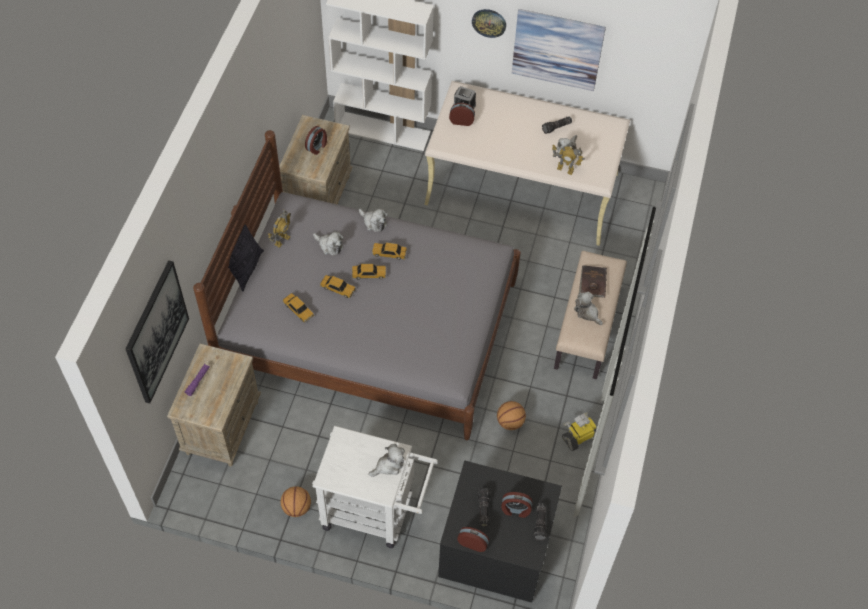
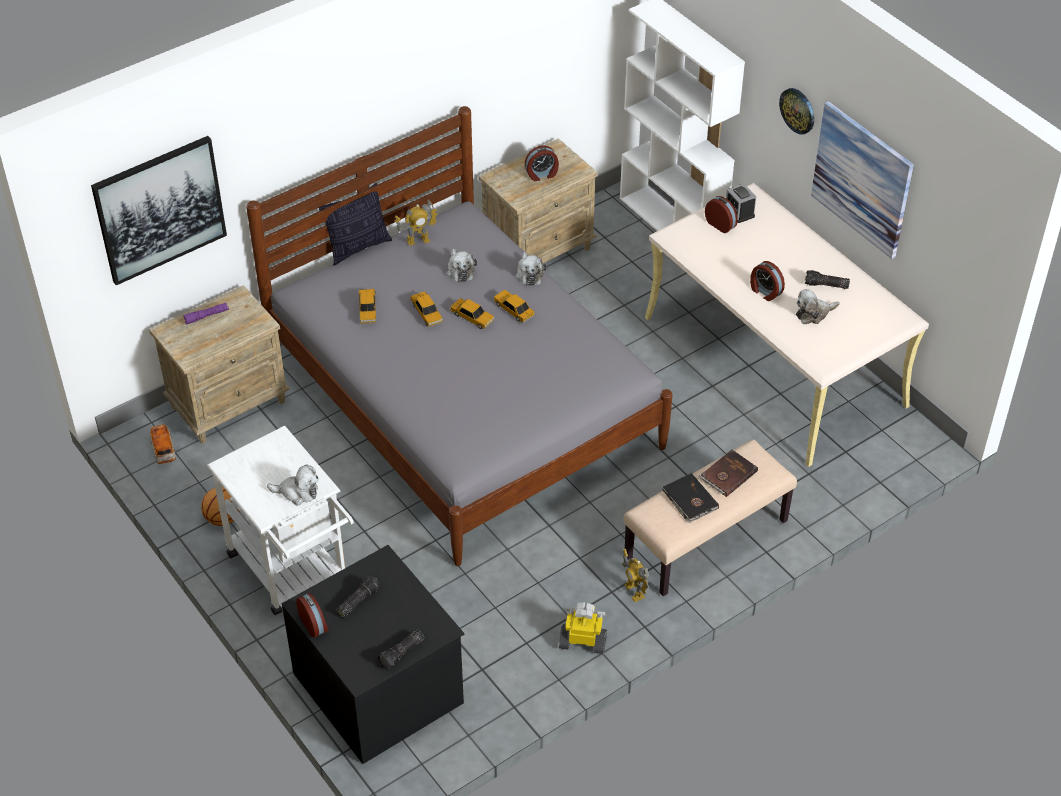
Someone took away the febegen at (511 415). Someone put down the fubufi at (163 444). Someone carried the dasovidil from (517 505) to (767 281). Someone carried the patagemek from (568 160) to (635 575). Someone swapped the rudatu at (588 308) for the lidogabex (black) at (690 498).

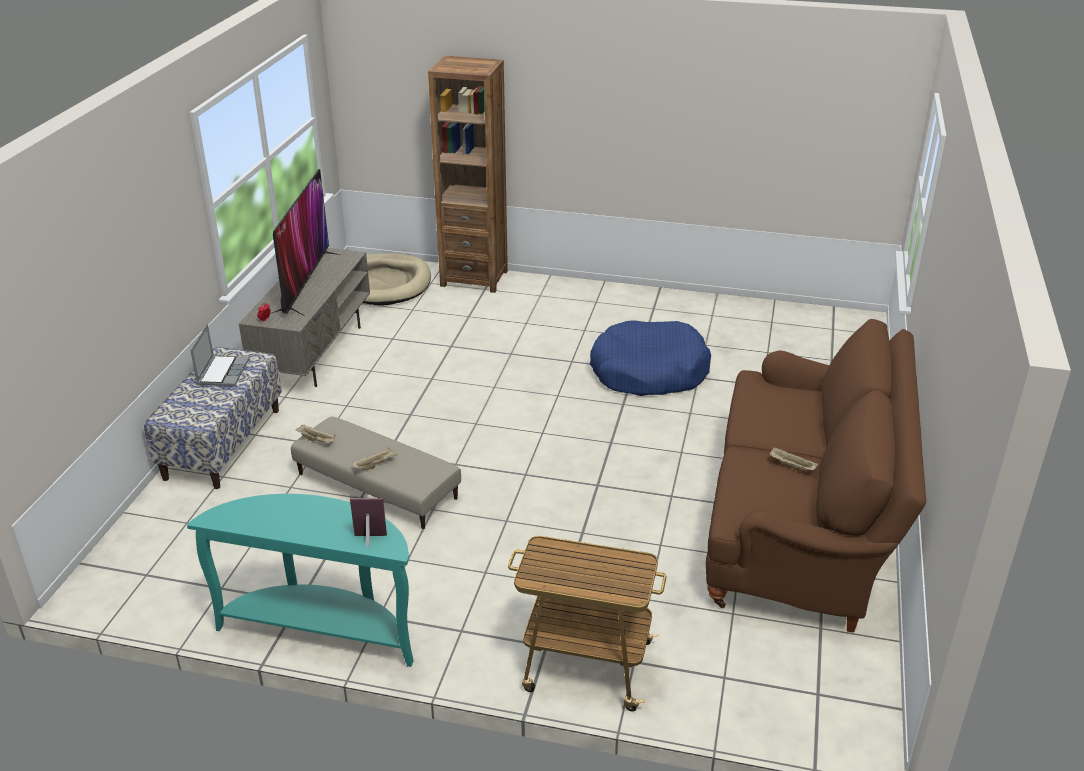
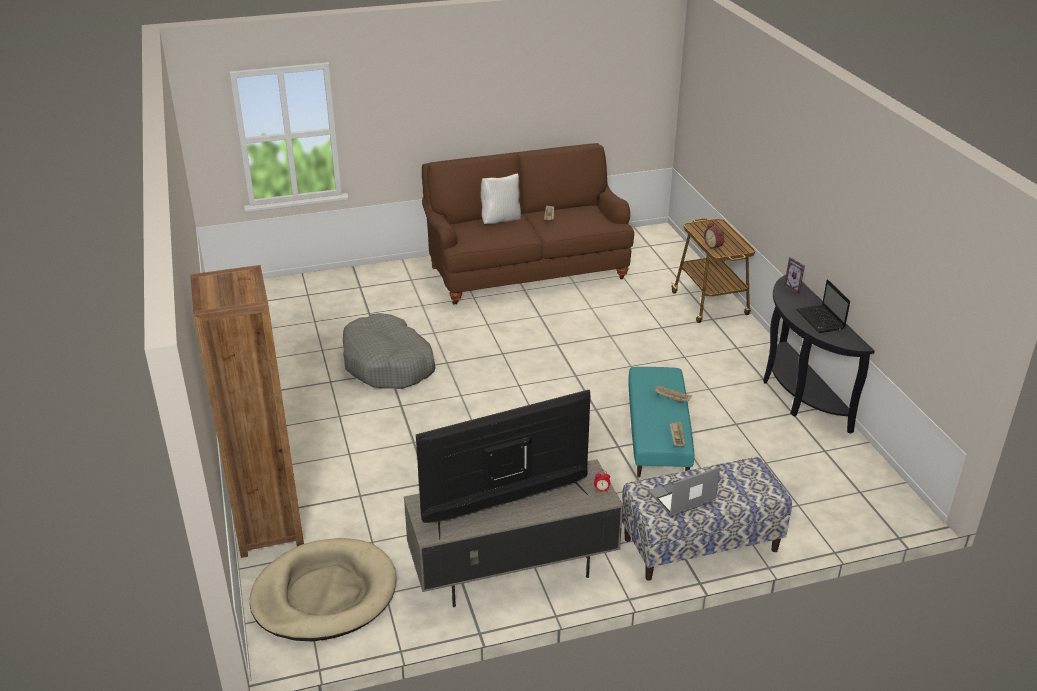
Someone put down the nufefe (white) at (501 199). Someone put down the dasovidil at (714 236). Someone put down the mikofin at (823 306). Someone repainted the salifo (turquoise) at (300 580), which became the salifo (black) at (819 354). Someone repainted the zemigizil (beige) at (376 473), which became the zemigizil (turquoise) at (661 422). Someone repainted the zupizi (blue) at (650 358), which became the zupizi (grey) at (389 351).

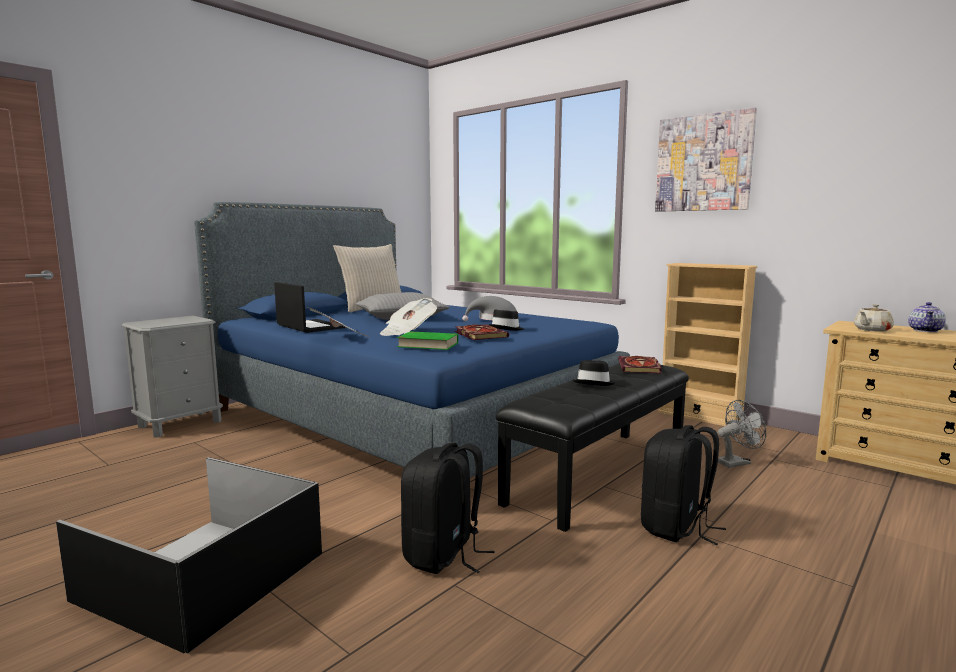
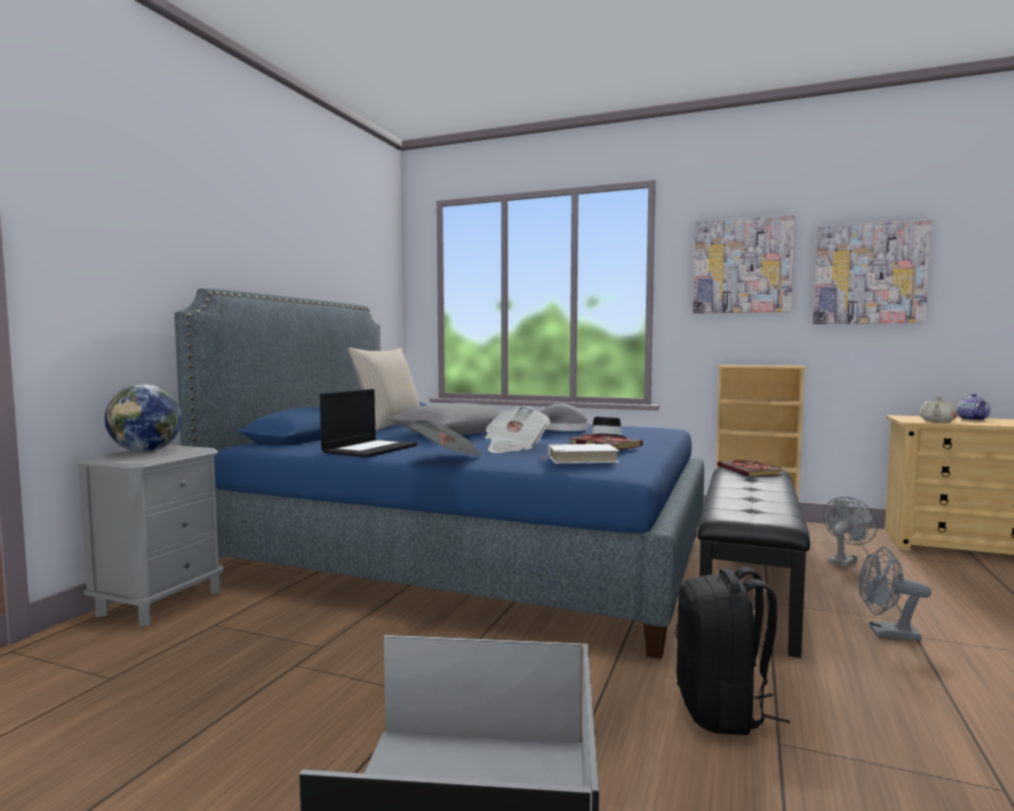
Someone took away the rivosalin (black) at (593 373). Someone put down the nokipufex at (143 418). Someone put up the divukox at (872 271). Someone swapped the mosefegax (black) at (683 485) for the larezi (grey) at (895 594). Someone repainted the lidogabex (green) at (427 340), which became the lidogabex (white) at (579 453). Someone rotated the mikofin at (310 307) by 90 degrees clockwise.

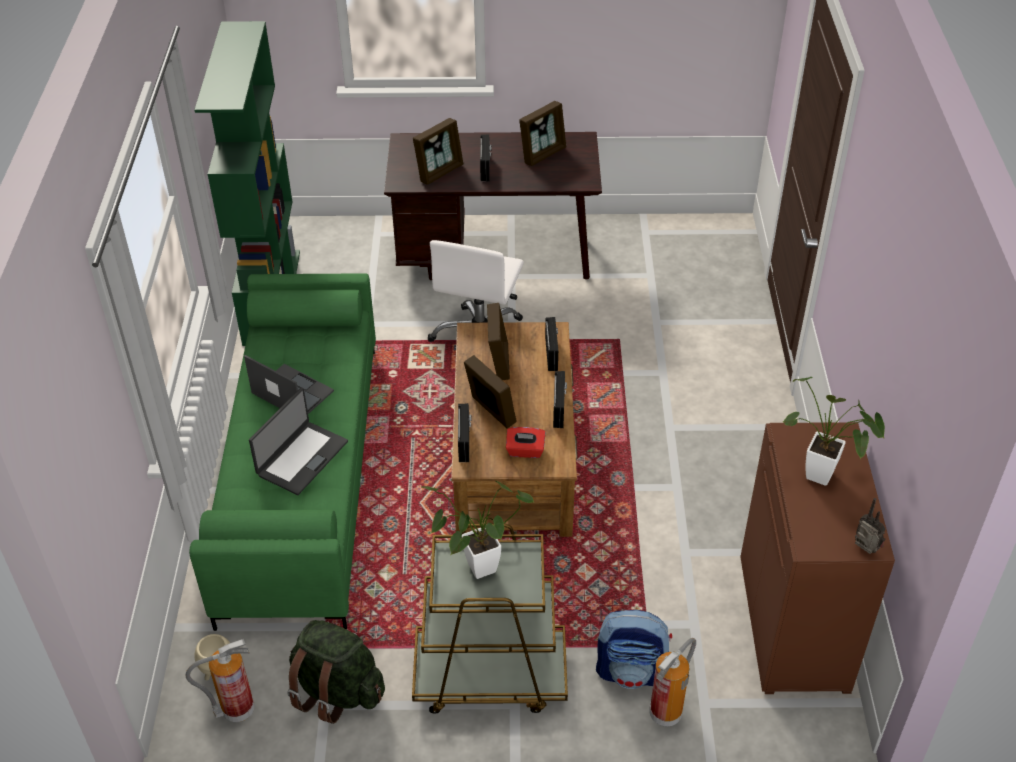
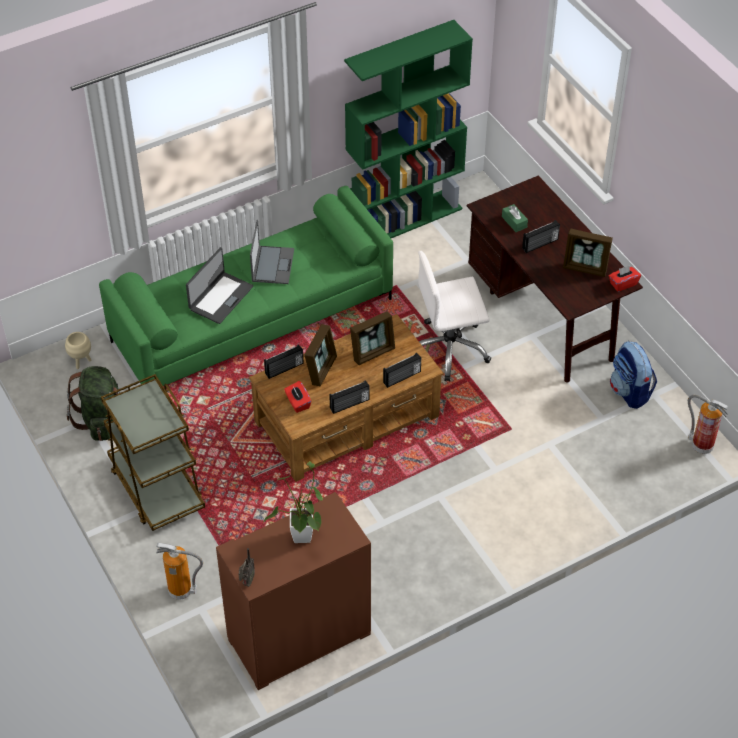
Someone took away the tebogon at (477 530). Someone put down the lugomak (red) at (625 278). Someone carried the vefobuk from (220 680) to (708 424). Someone carried the mosefegax from (634 649) to (633 375). Someone swapped the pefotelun at (438 151) for the lugomak (green) at (515 218). Someone rotated the mikofin at (298 441) by 60 degrees counterclockwise.

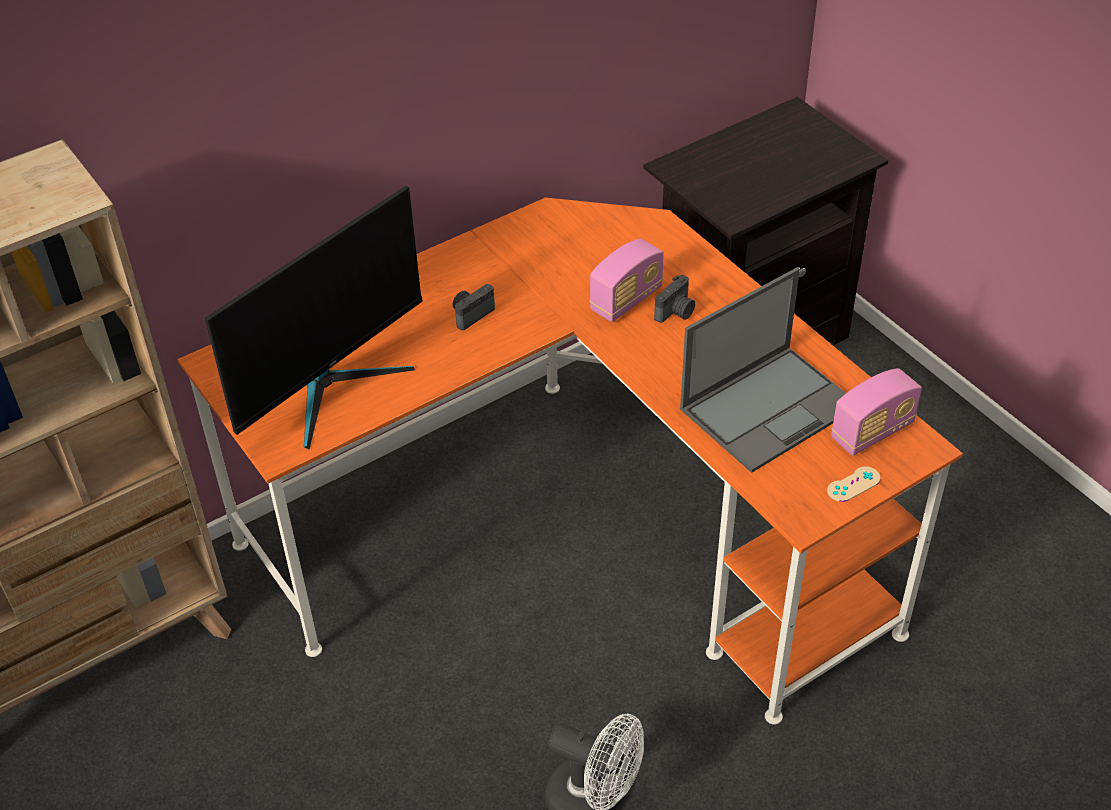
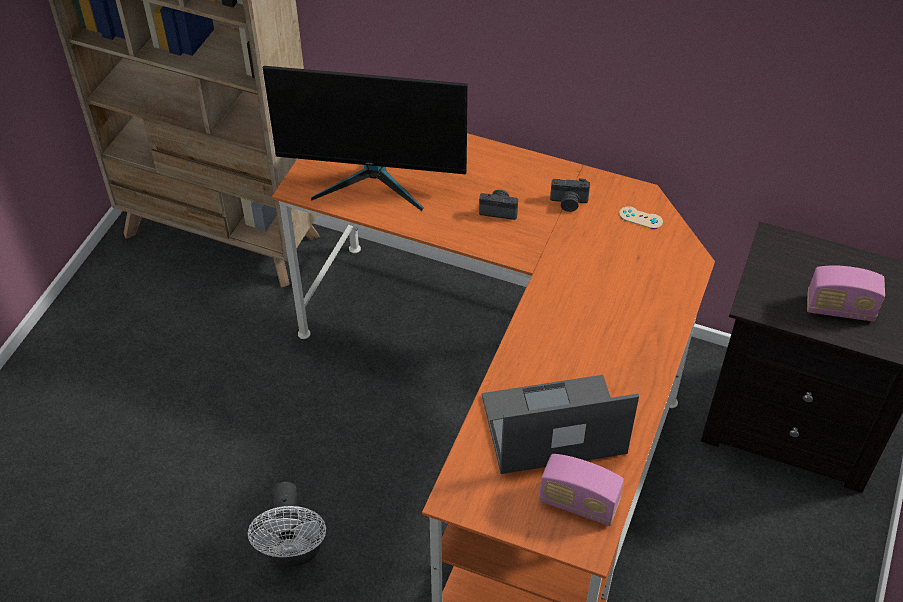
Someone carried the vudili from (627 280) to (846 293). Someone carried the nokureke from (674 299) to (570 195). Someone carried the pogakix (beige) from (854 484) to (641 217). Someone rotated the mikofin at (763 370) by 150 degrees clockwise.

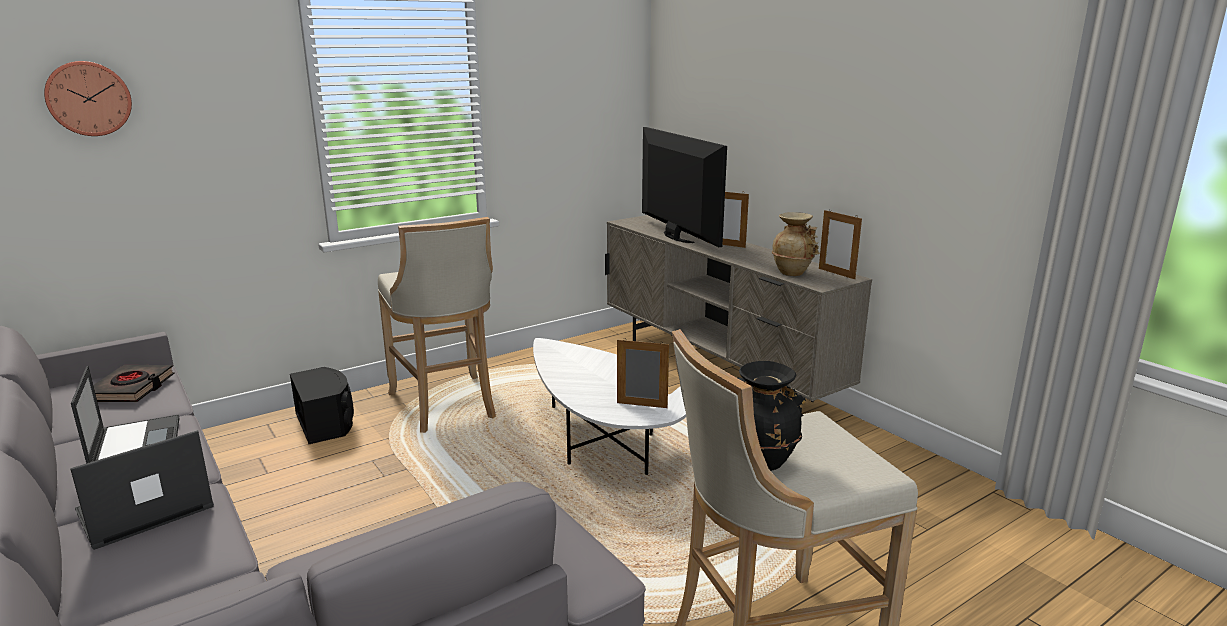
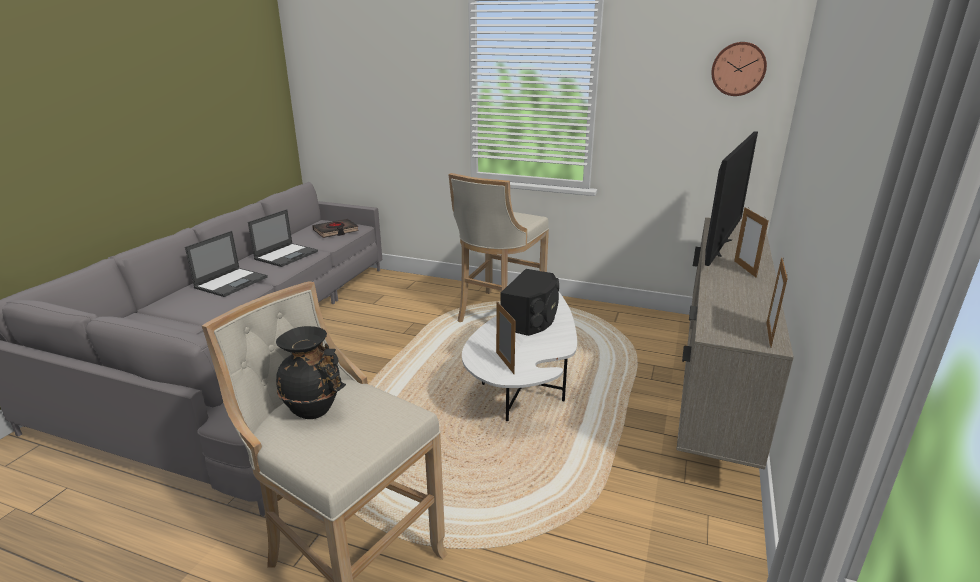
Someone took away the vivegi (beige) at (796 244). Someone carried the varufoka from (88 98) to (739 69). Someone carried the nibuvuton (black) from (322 405) to (529 302). Someone rotated the mikofin at (142 490) by 105 degrees clockwise.

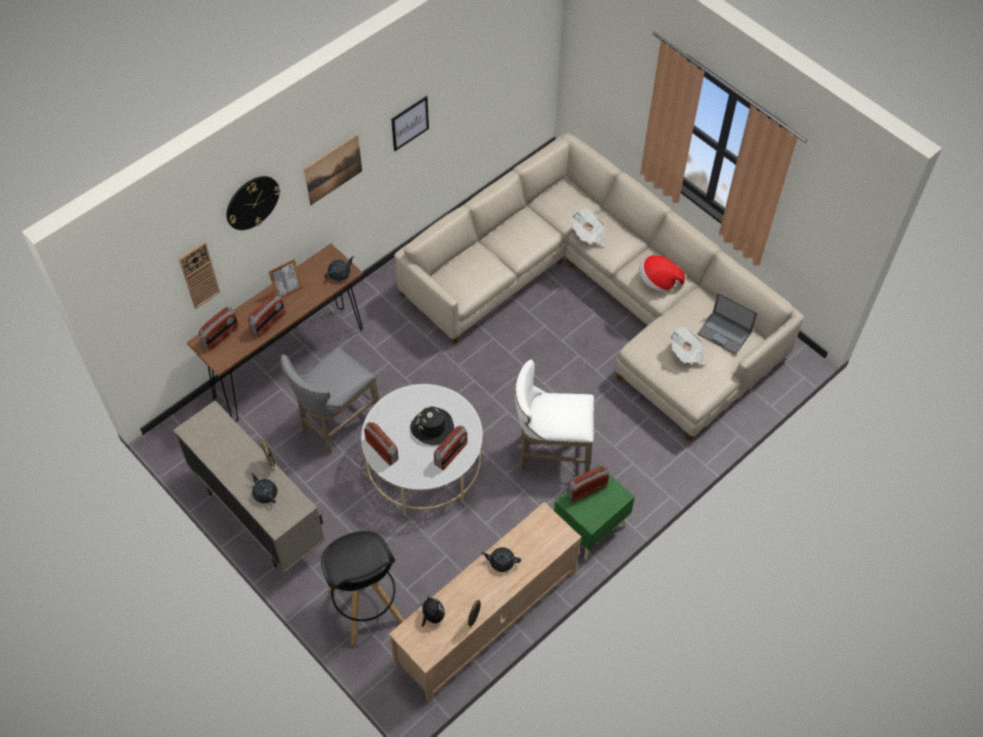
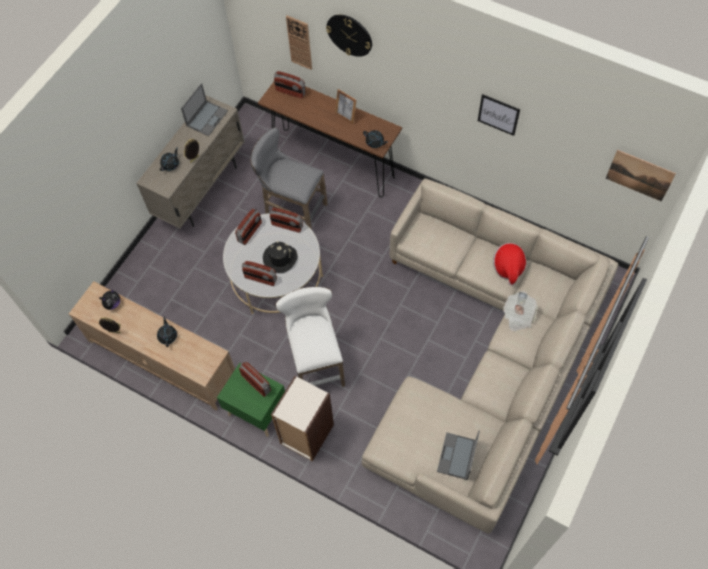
Someone took away the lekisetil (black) at (363 588). Someone took away the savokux at (687 346). Someone put down the mikofin at (204 109). Someone put down the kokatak at (302 418). Someone carried the vudili from (266 315) to (286 220). Someone carried the divukox from (333 169) to (641 176). Someone carried the rivosalin from (662 273) to (509 264).

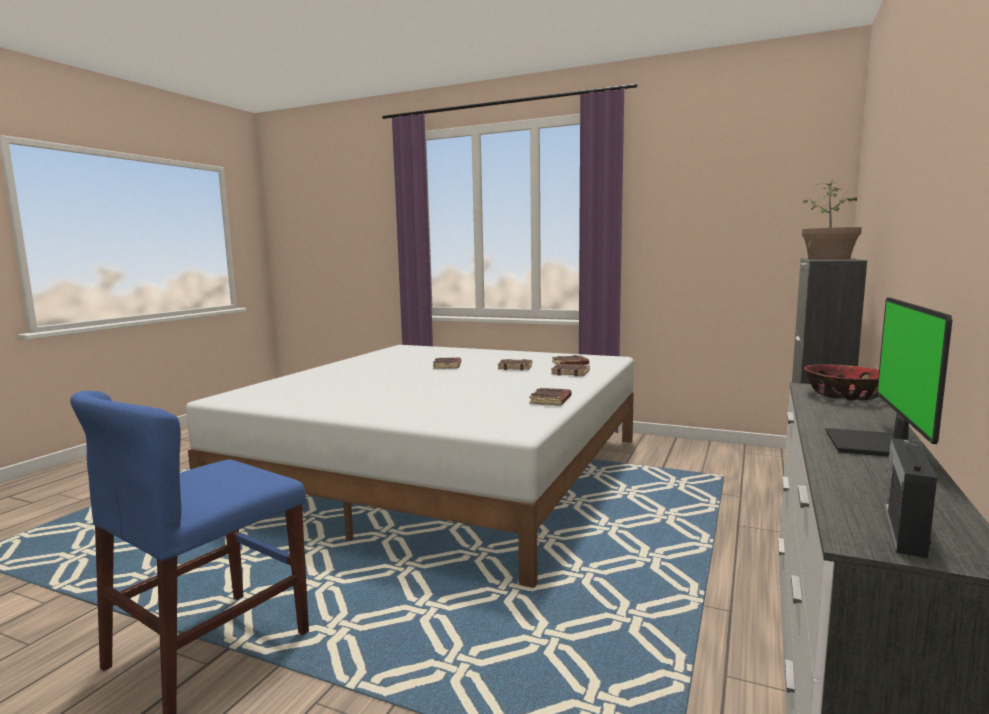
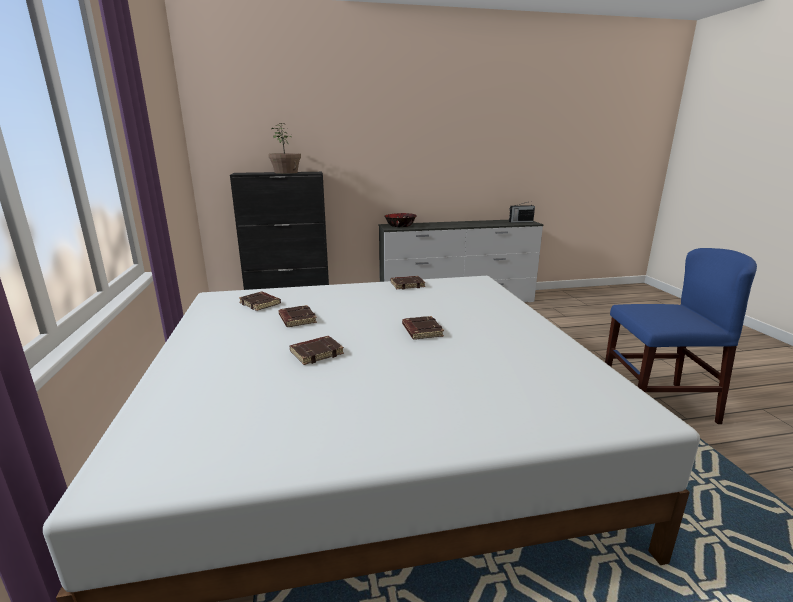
Someone took away the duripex at (888 377). Someone carried the lidogabex (brown) from (570 370) to (423 328).

